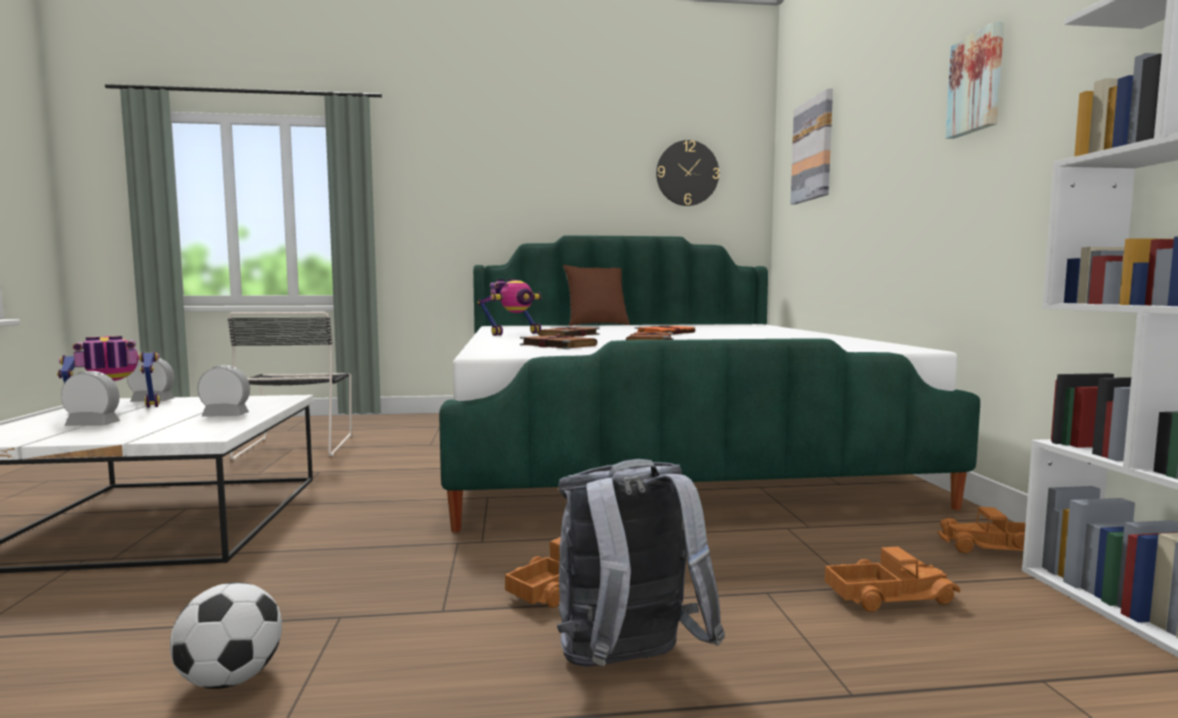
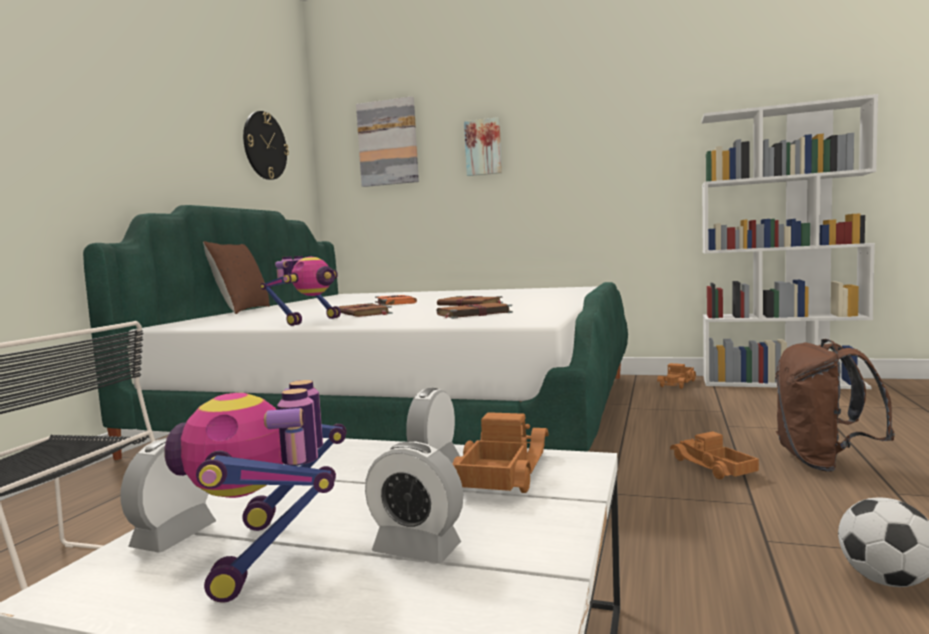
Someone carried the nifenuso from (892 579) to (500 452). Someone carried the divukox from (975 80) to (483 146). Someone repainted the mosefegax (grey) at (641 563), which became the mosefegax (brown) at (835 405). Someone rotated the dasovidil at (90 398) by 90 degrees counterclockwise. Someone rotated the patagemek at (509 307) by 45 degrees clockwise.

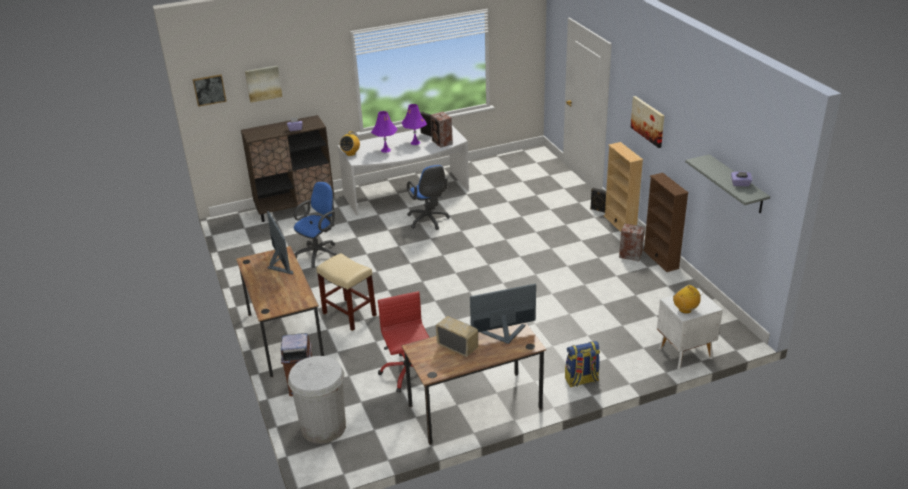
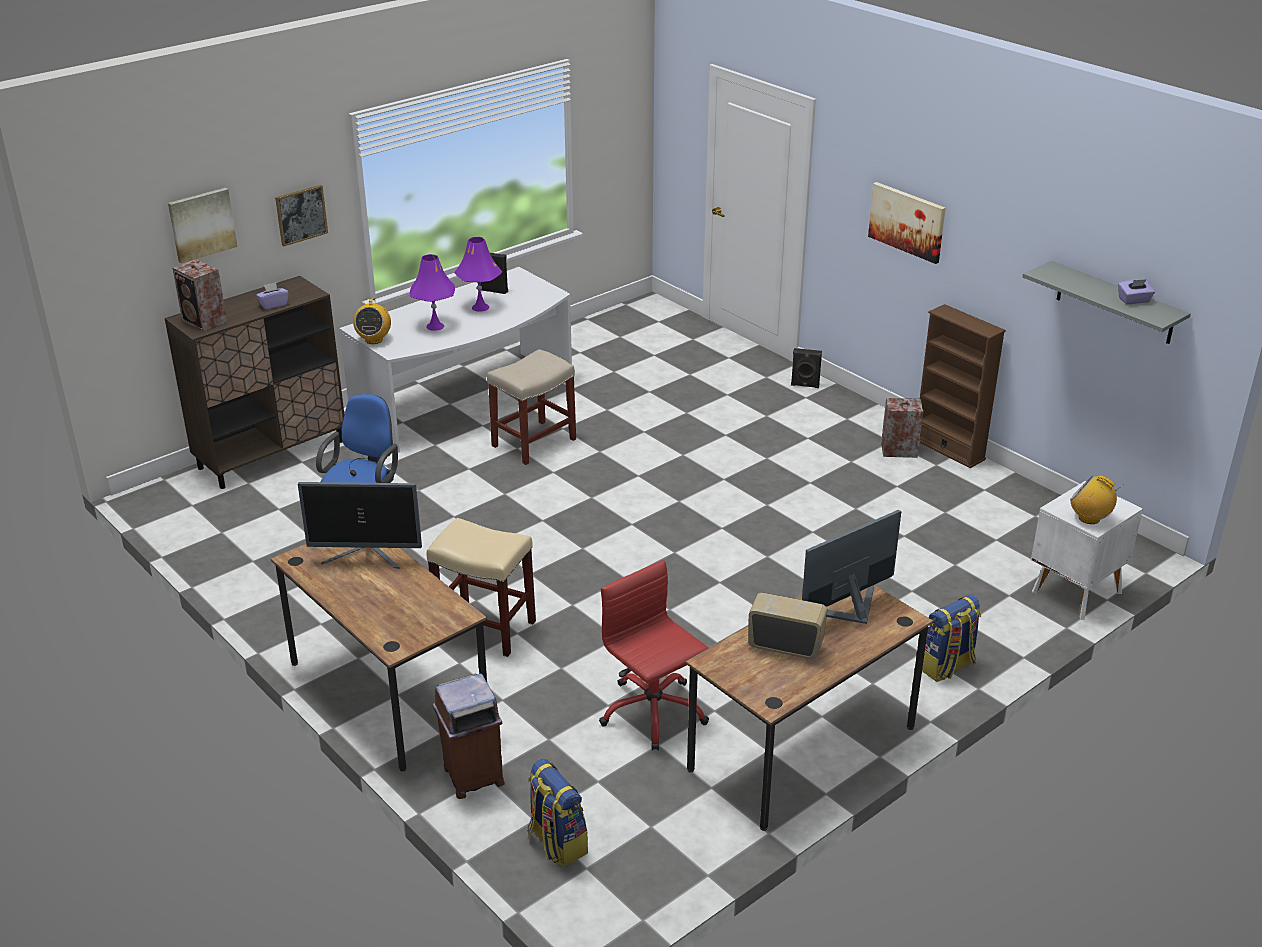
Someone took away the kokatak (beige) at (623 187). Someone carried the divukox from (210 91) to (301 215). Someone carried the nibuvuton from (441 129) to (200 295). Someone swapped the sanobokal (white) at (317 400) for the mosefegax at (557 813). Someone swapped the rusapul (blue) at (428 197) for the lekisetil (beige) at (531 407). Someone rotated the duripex at (280 243) by 135 degrees clockwise.

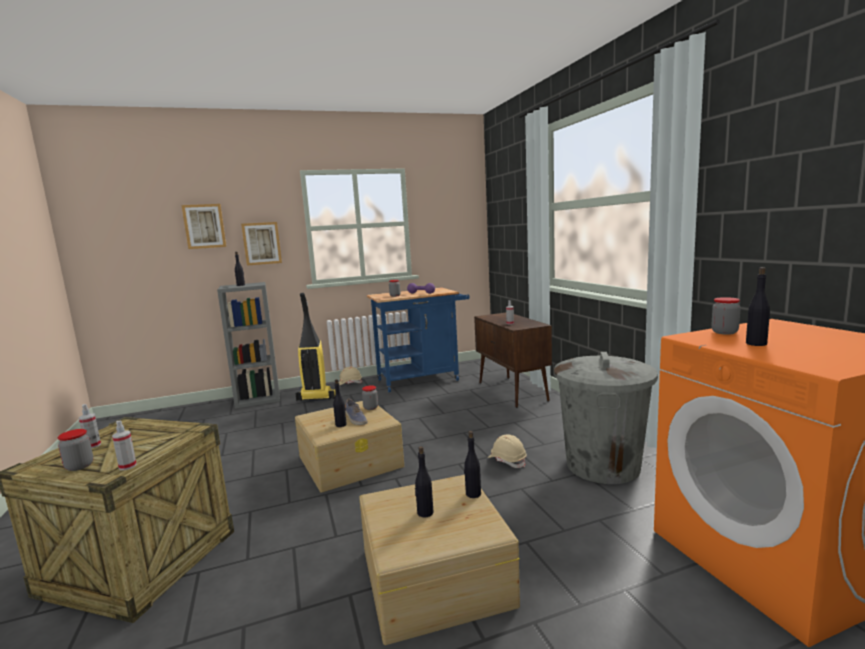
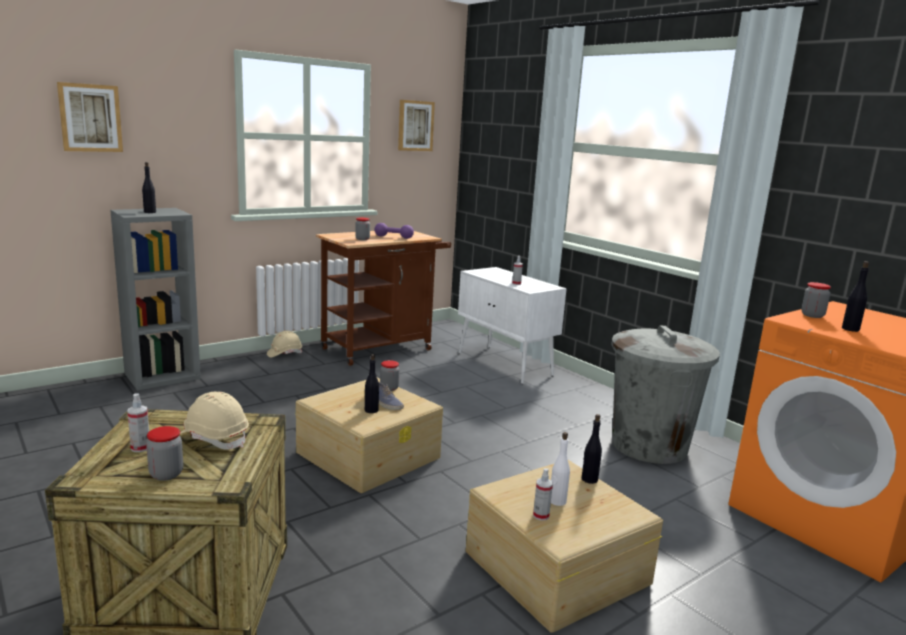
Someone took away the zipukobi at (316 347). Someone carried the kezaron from (124 445) to (543 494). Someone carried the divukox from (261 244) to (416 125). Someone carried the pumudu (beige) from (507 451) to (214 421). Someone repainted the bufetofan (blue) at (418 339), which became the bufetofan (brown) at (383 298). Someone repainted the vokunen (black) at (424 482), which became the vokunen (white) at (560 469). Someone repainted the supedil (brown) at (513 360), which became the supedil (white) at (512 325).

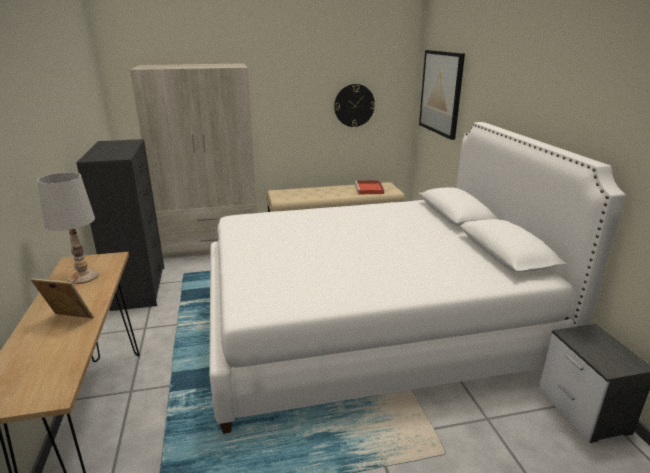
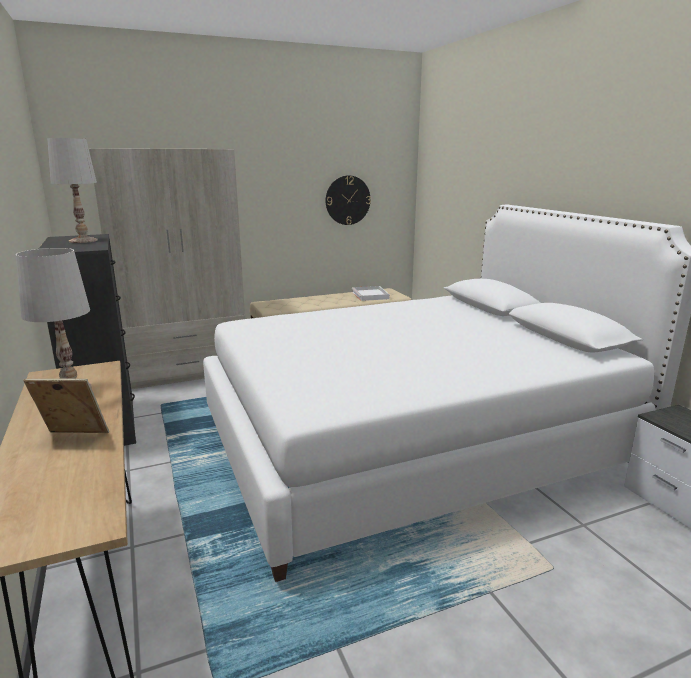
Someone took away the divukox at (442 95). Someone put down the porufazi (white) at (72 190). Someone repainted the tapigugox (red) at (369 187), which became the tapigugox (white) at (371 293).

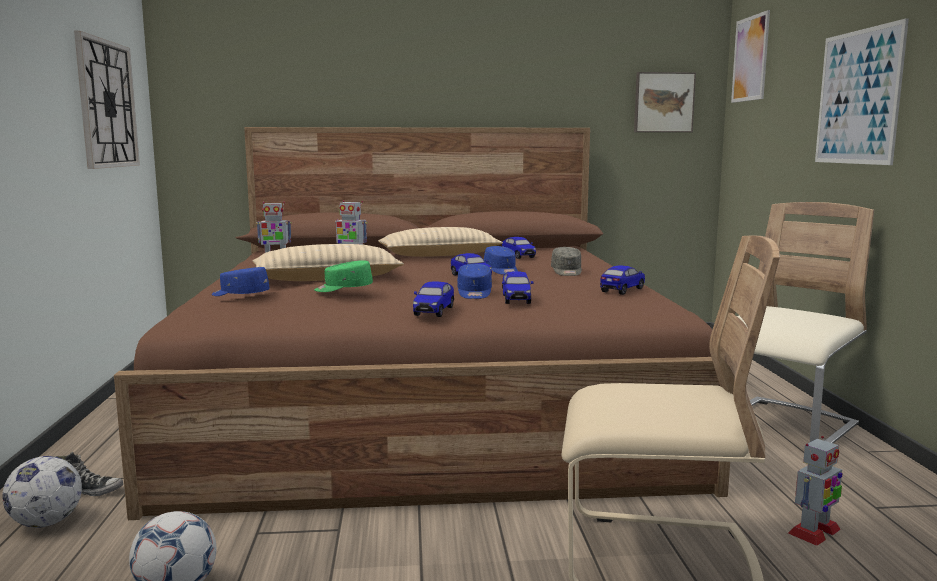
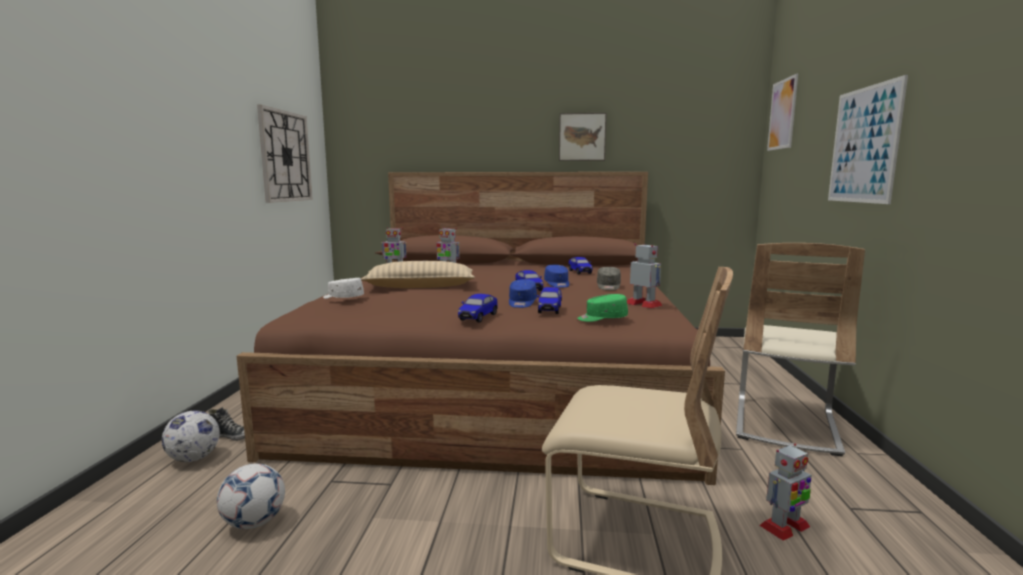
Someone took away the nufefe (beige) at (440 242). Someone carried the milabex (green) from (343 276) to (602 308). Someone carried the divukox from (665 102) to (583 137). Someone swapped the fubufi at (622 280) for the patagemek at (644 276). Someone repainted the milabex (blue) at (241 281), which became the milabex (white) at (343 288). Someone rotated the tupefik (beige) at (805 322) by 150 degrees clockwise.

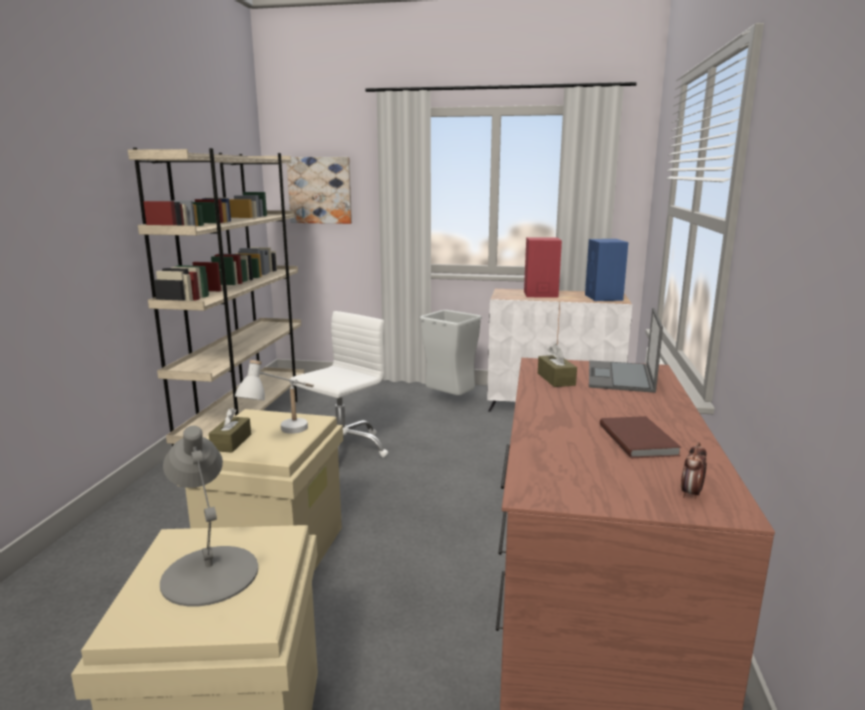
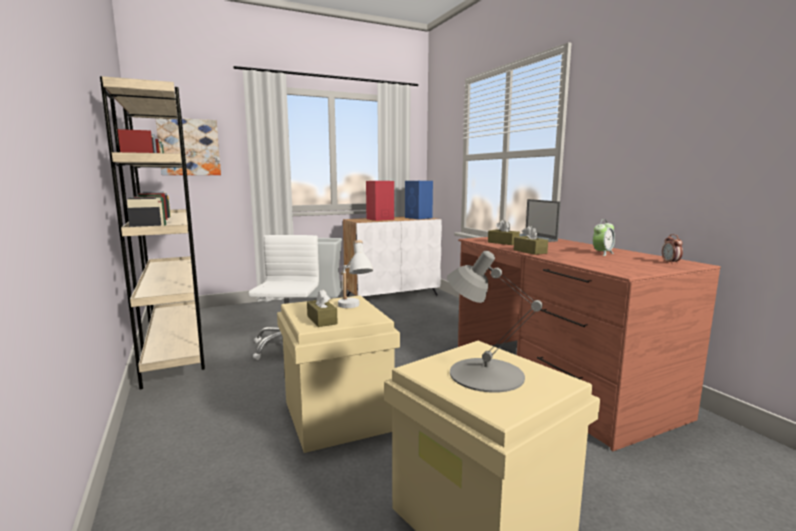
Someone put down the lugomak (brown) at (531 240). Someone swapped the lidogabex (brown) at (641 437) for the dasovidil at (604 237).

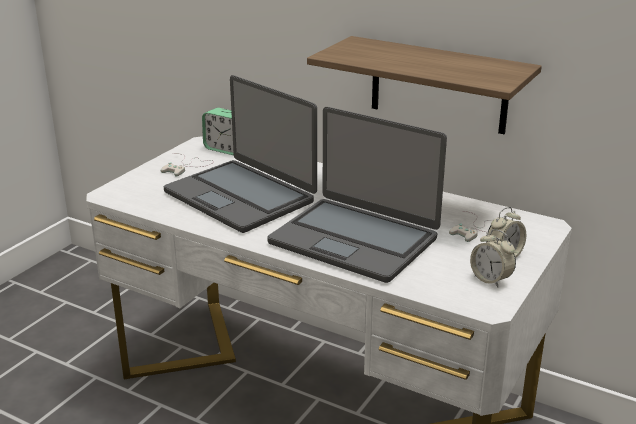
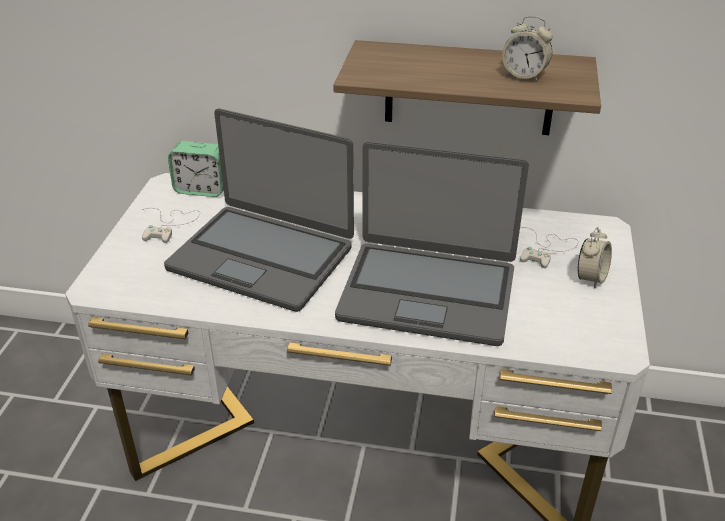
Someone carried the dasovidil from (493 258) to (527 49).

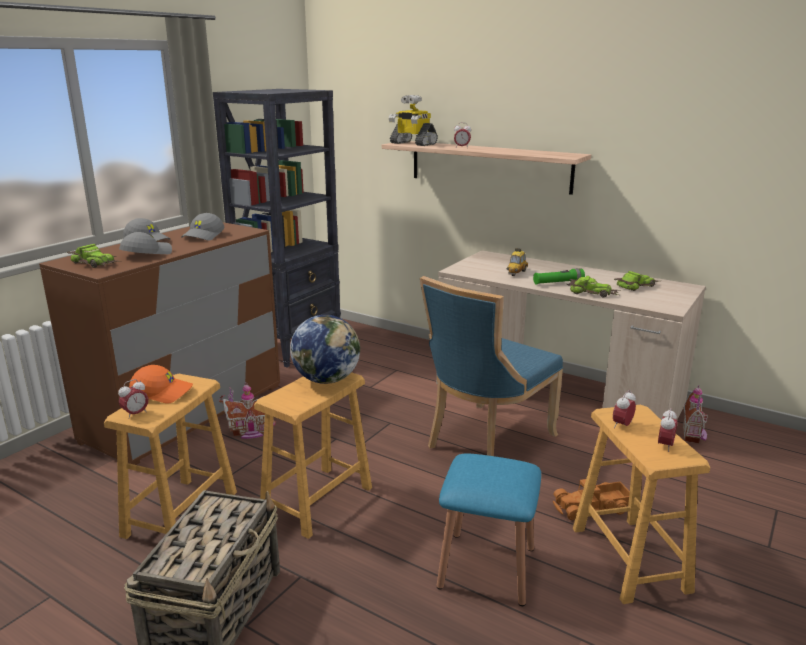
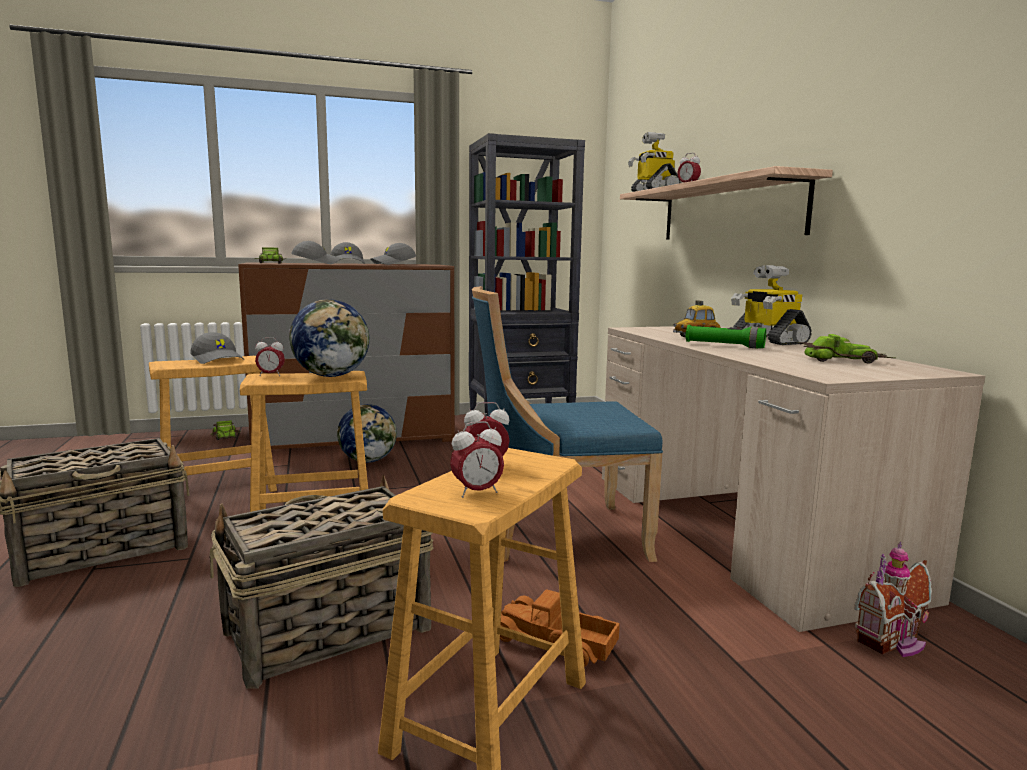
Someone put down the patagemek at (771 305). Someone carried the dasovidil from (133 399) to (270 356). Someone carried the fubufi from (594 286) to (226 430). Someone swapped the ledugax at (247 411) for the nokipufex at (367 433). Someone swapped the lekisetil (blue) at (489 529) for the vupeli at (322 582). Someone repainted the milabex (orange) at (161 384), which became the milabex (grey) at (217 348).

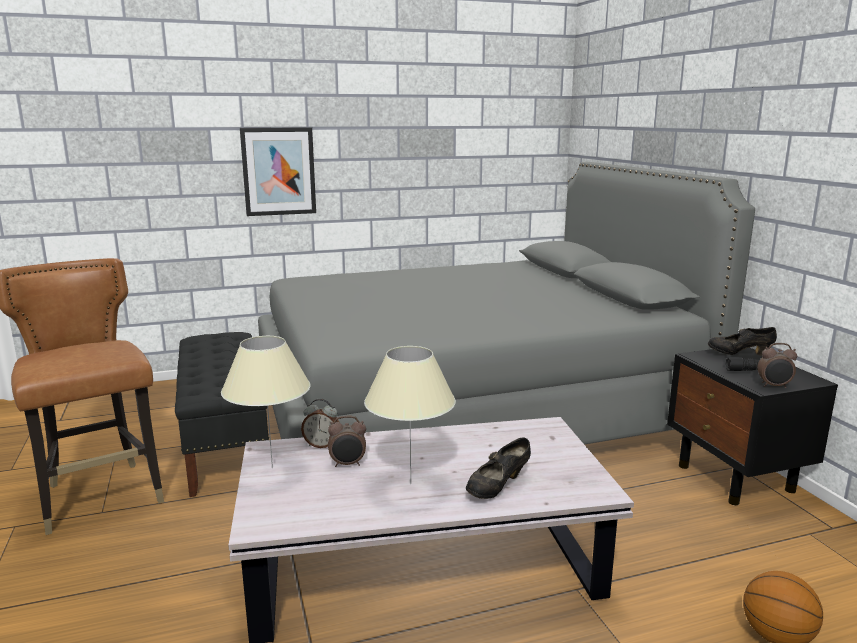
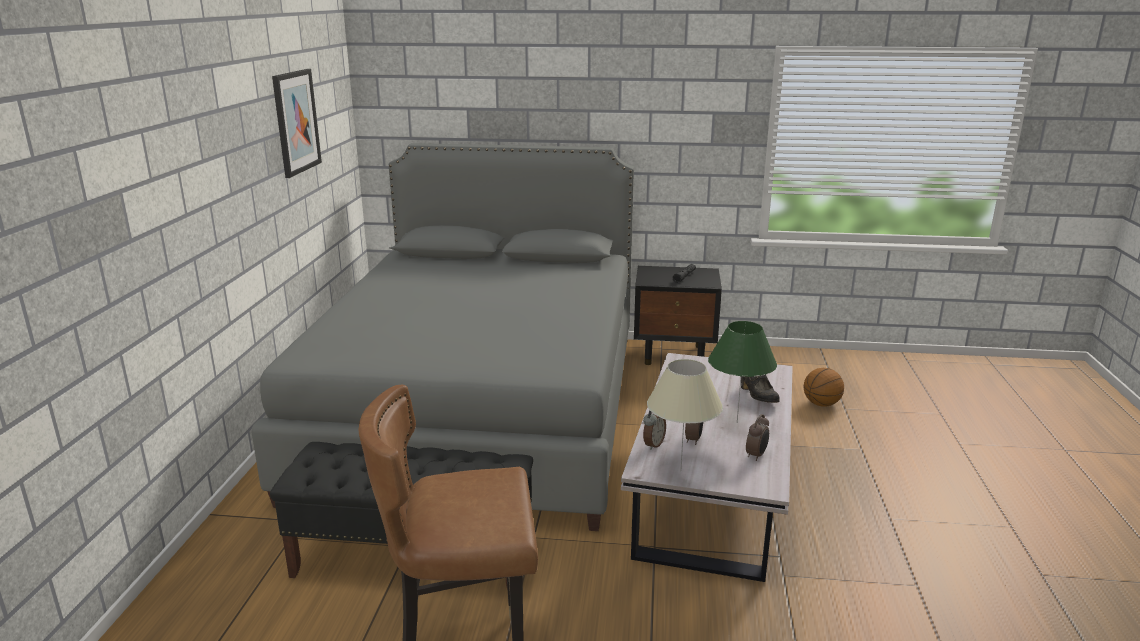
Someone took away the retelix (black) at (742 341). Someone carried the divukox from (278 171) to (297 123). Someone carried the dasovidil from (777 365) to (757 437). Someone repainted the porufazi (beige) at (410 415), which became the porufazi (green) at (742 371).

